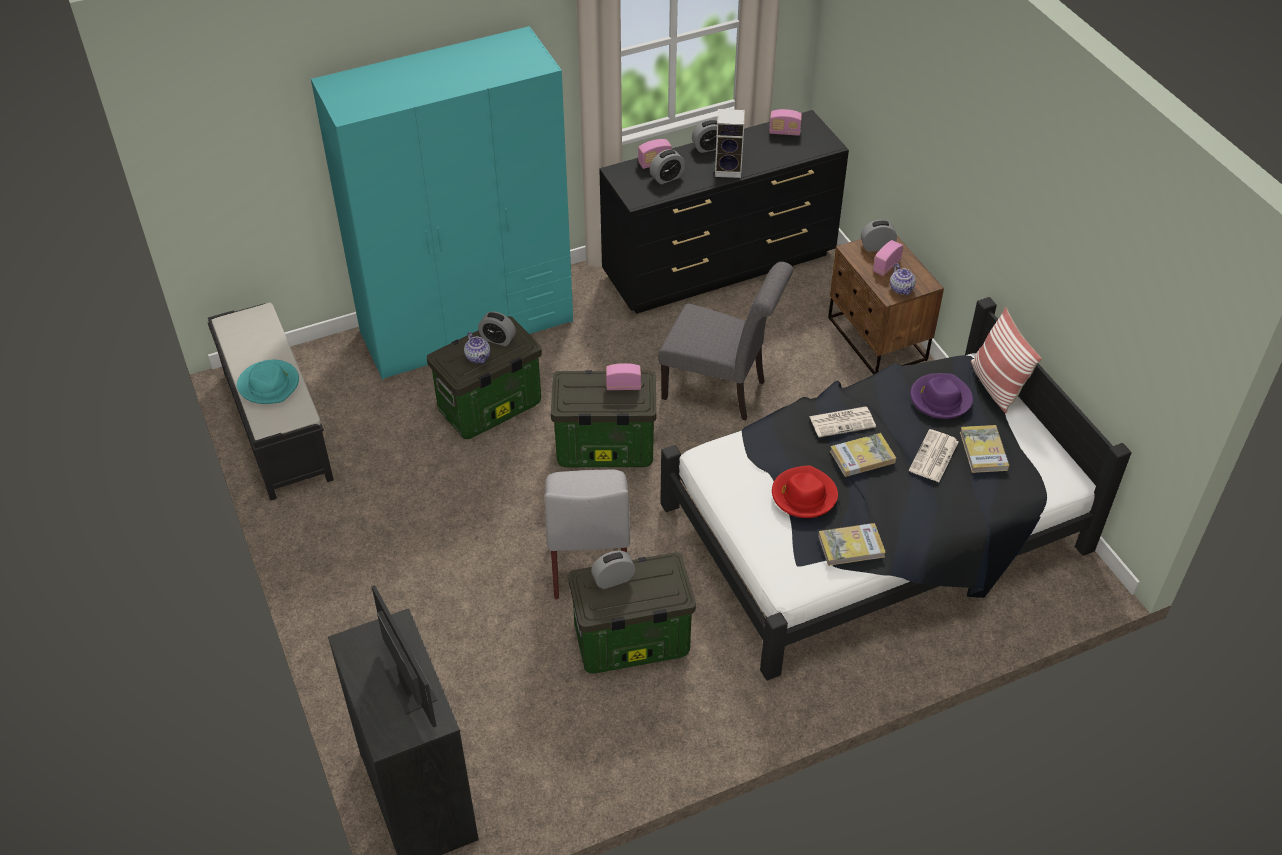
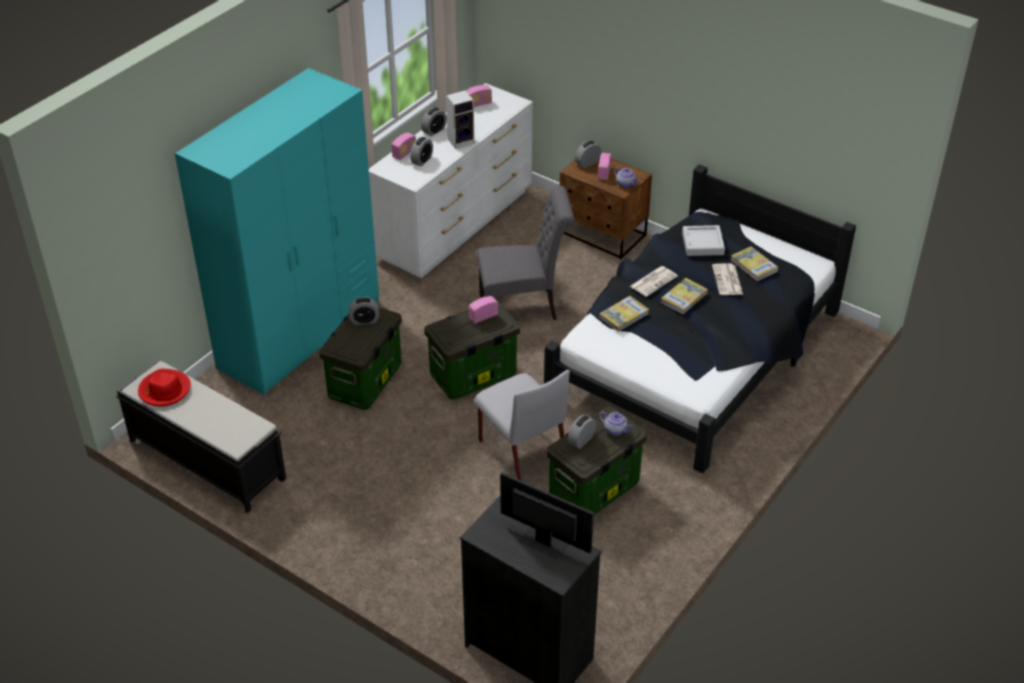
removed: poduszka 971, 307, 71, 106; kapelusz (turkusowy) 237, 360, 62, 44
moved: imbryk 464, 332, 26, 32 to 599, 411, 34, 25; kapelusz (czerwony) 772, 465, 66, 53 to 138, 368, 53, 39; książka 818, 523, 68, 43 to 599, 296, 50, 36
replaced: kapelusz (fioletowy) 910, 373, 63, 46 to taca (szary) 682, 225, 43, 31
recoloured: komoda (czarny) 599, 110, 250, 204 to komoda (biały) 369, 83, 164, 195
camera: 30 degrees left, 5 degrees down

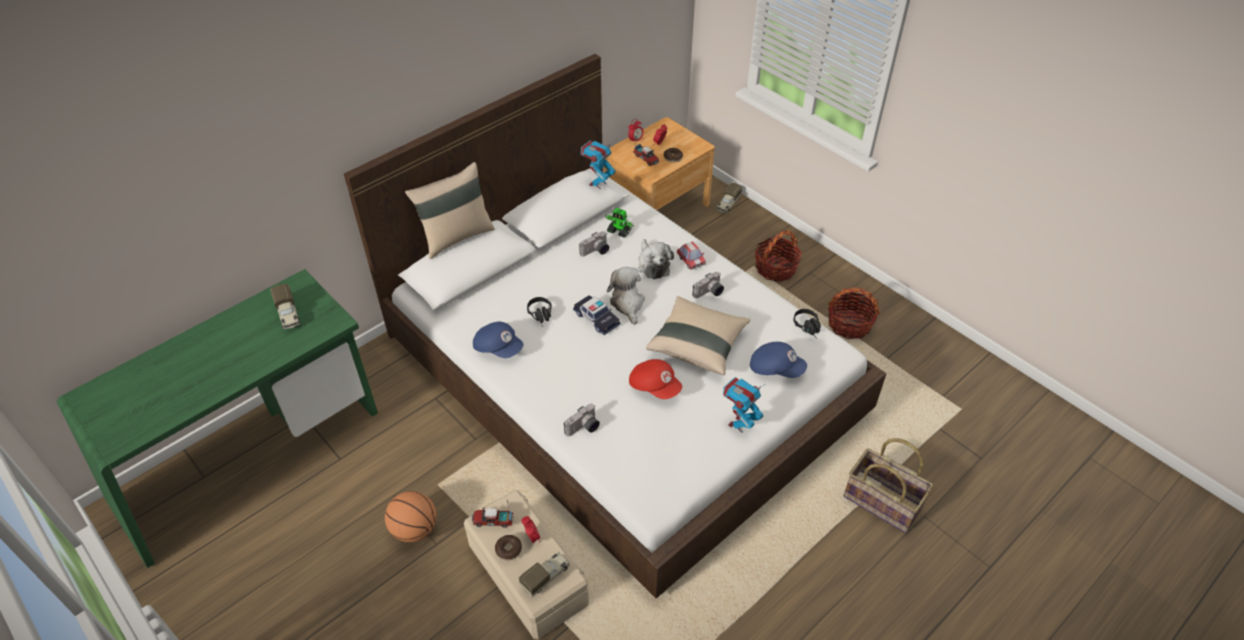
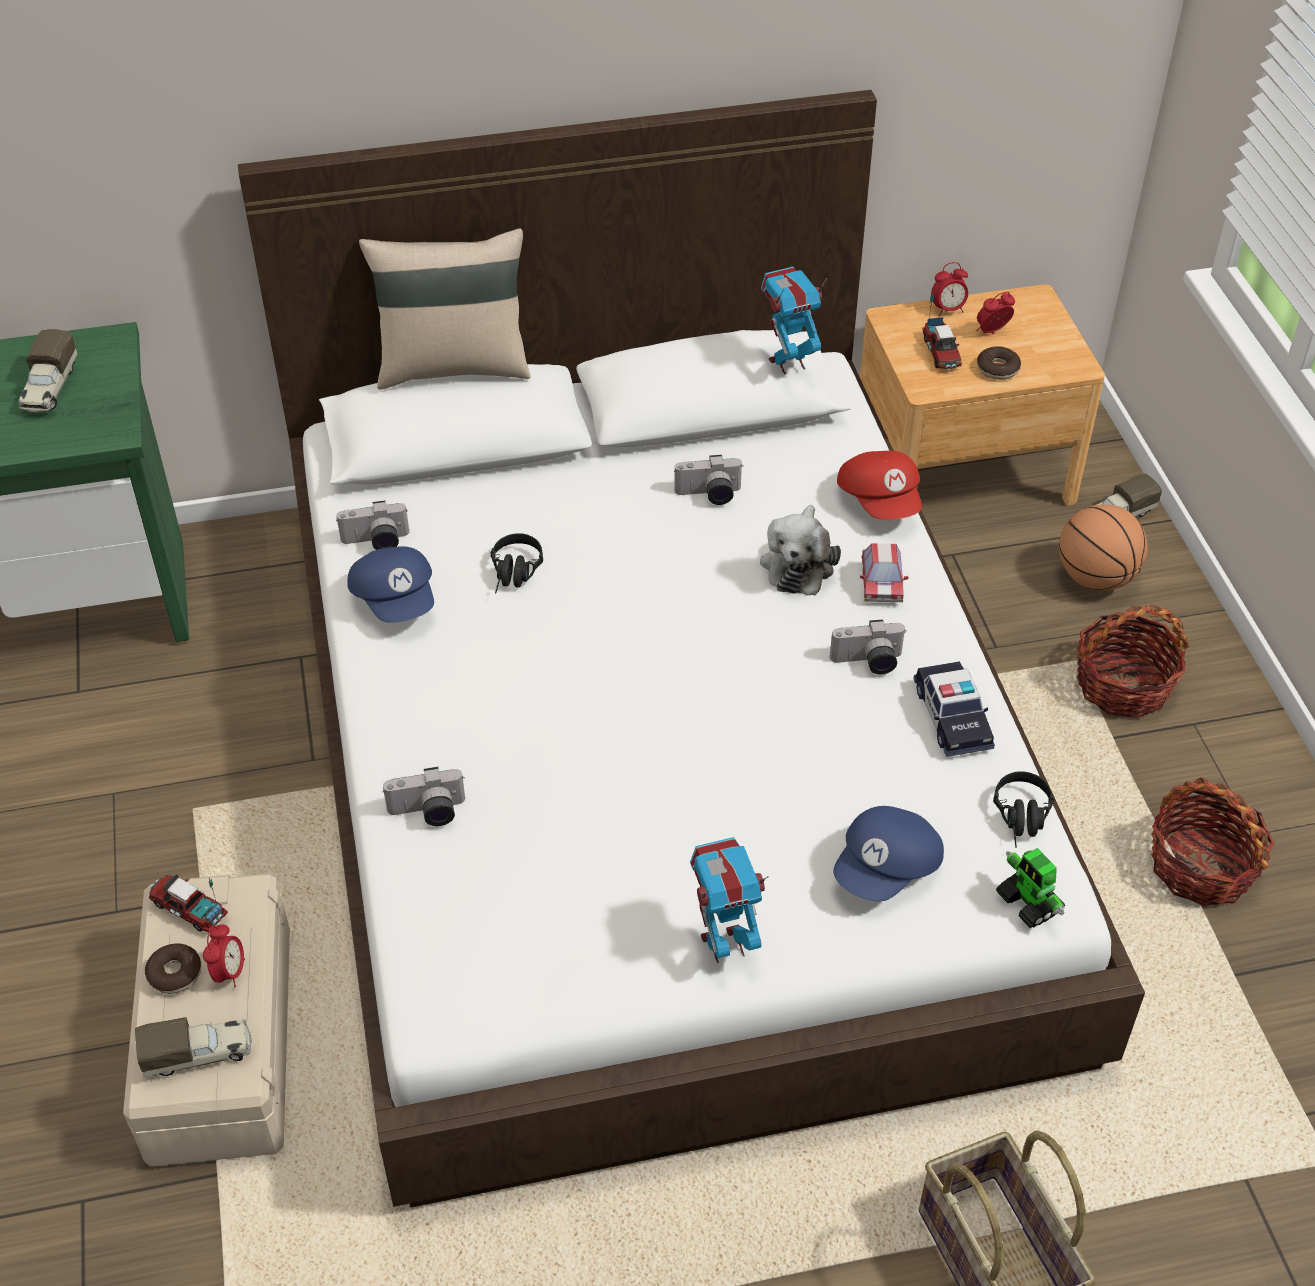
removed: pluszak 607, 267, 38, 58; poduszka (beżowy) 646, 296, 105, 79
added: aparat fotograficzny 336, 501, 73, 49
moved: robot zabawkowy 605, 208, 29, 29 to 996, 848, 69, 80; samochodzik 573, 295, 47, 40 to 913, 661, 82, 96; czapka z daszkiem (czerwony) 629, 359, 53, 40 to 837, 451, 85, 69; piłka do koszykówki 385, 491, 52, 51 to 1059, 504, 89, 86
turned: czapka z daszkiem (niebieski) 750, 342, 57, 36 = 833, 806, 111, 95 75 degrees clockwise
camera: 30 degrees right, 0 degrees up

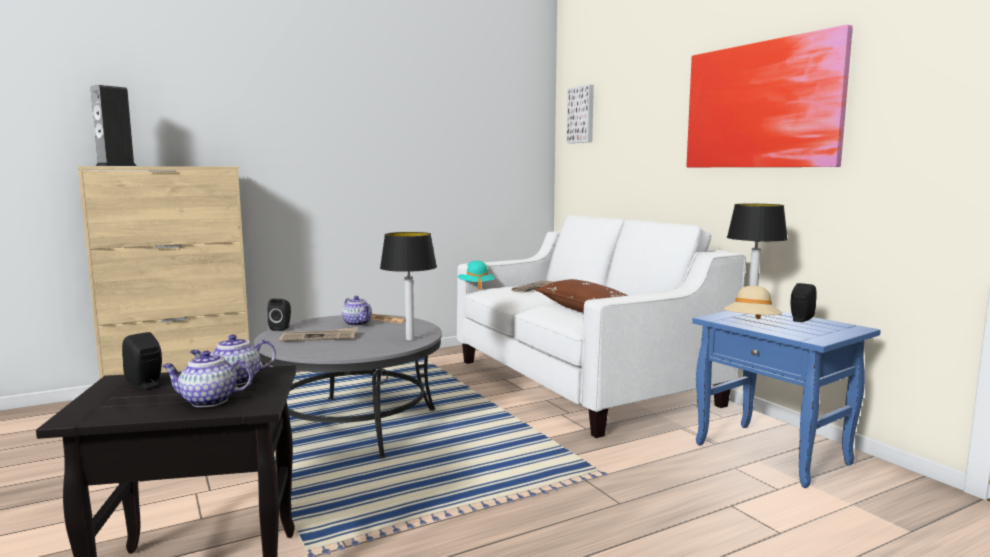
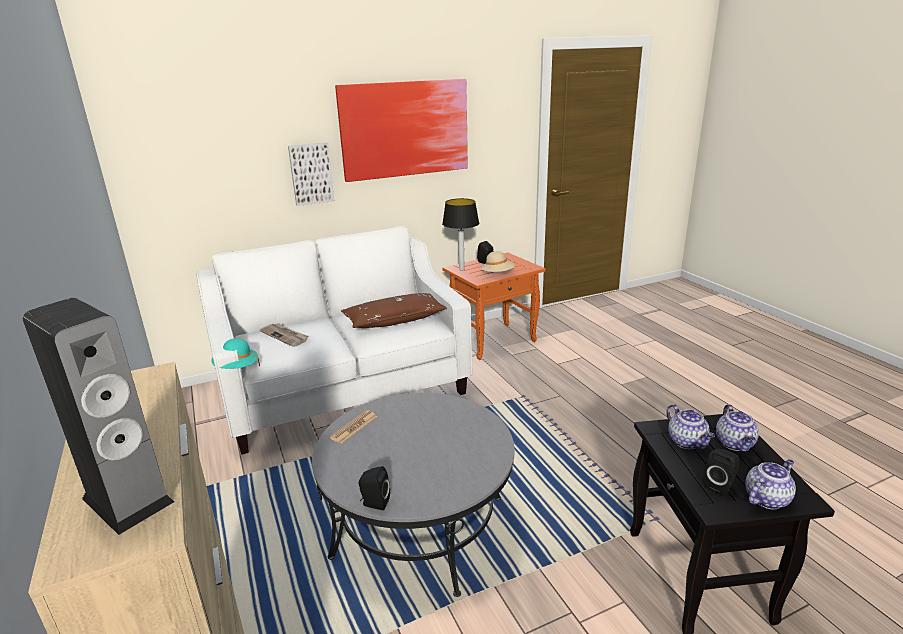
removed: lampa stołowa 380, 232, 57, 109; gazeta 279, 327, 79, 15
moved: obraz 567, 85, 27, 58 to 288, 142, 47, 64; imbryk 342, 296, 30, 30 to 745, 459, 51, 51
recoloured: stolik (niebieski) 692, 311, 189, 177 to stolik (pomarańczowy) 443, 252, 102, 108
camera: 85 degrees left, 15 degrees up

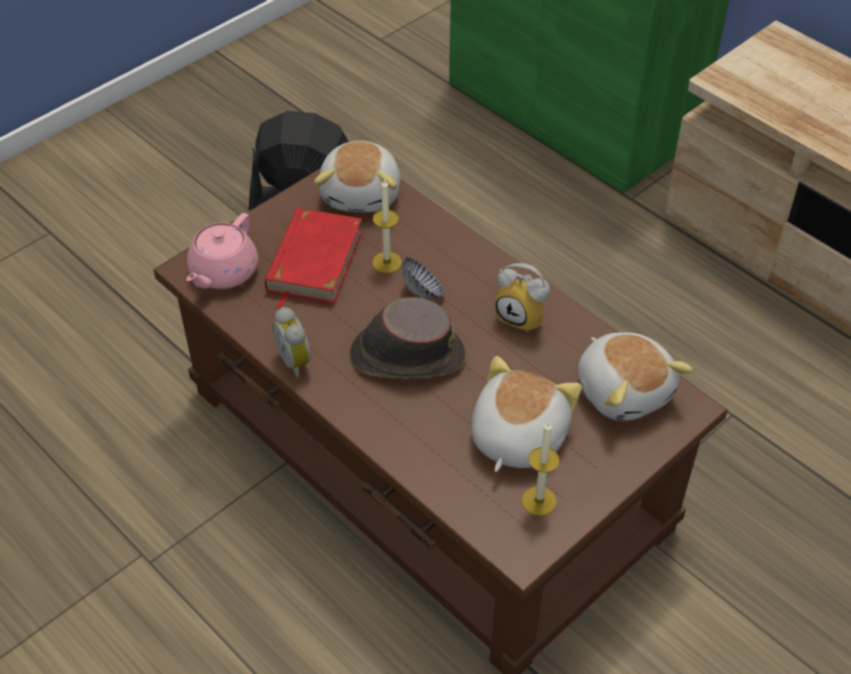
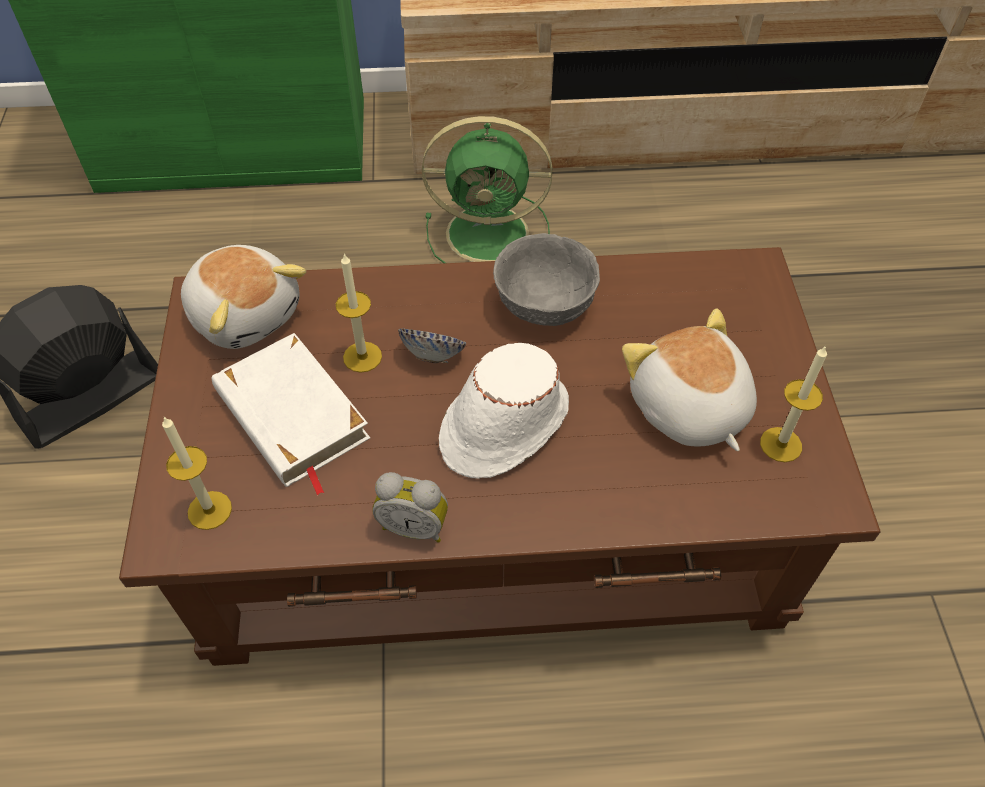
removed: pluszak 578, 332, 115, 89
added: wentylator (zielony) 422, 116, 130, 147
replaced: imbryk (różowy) 186, 213, 72, 76 to świeca 162, 417, 70, 113; budzik 495, 263, 55, 70 to miska (szary) 493, 233, 107, 93
recoloured: książka (czerwony) 265, 208, 97, 101 to książka (biały) 212, 333, 158, 163; kapelusz (brązowy) 350, 297, 116, 82 to kapelusz (biały) 439, 343, 130, 136
camera: 50 degrees left, 5 degrees up

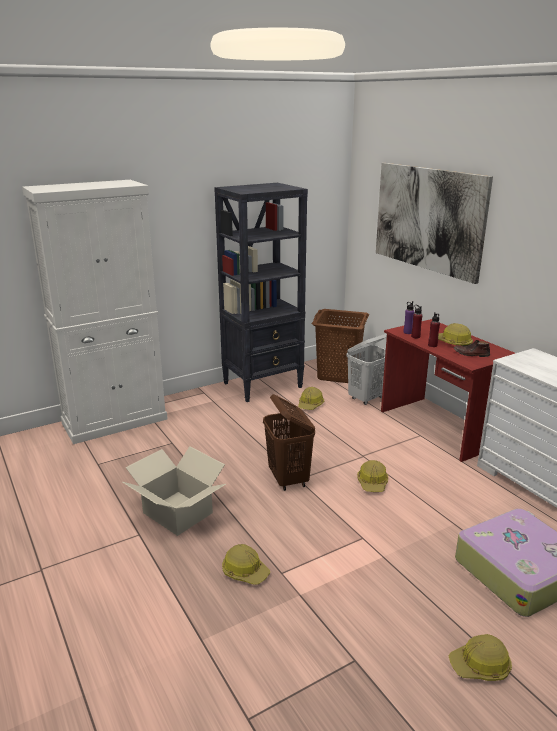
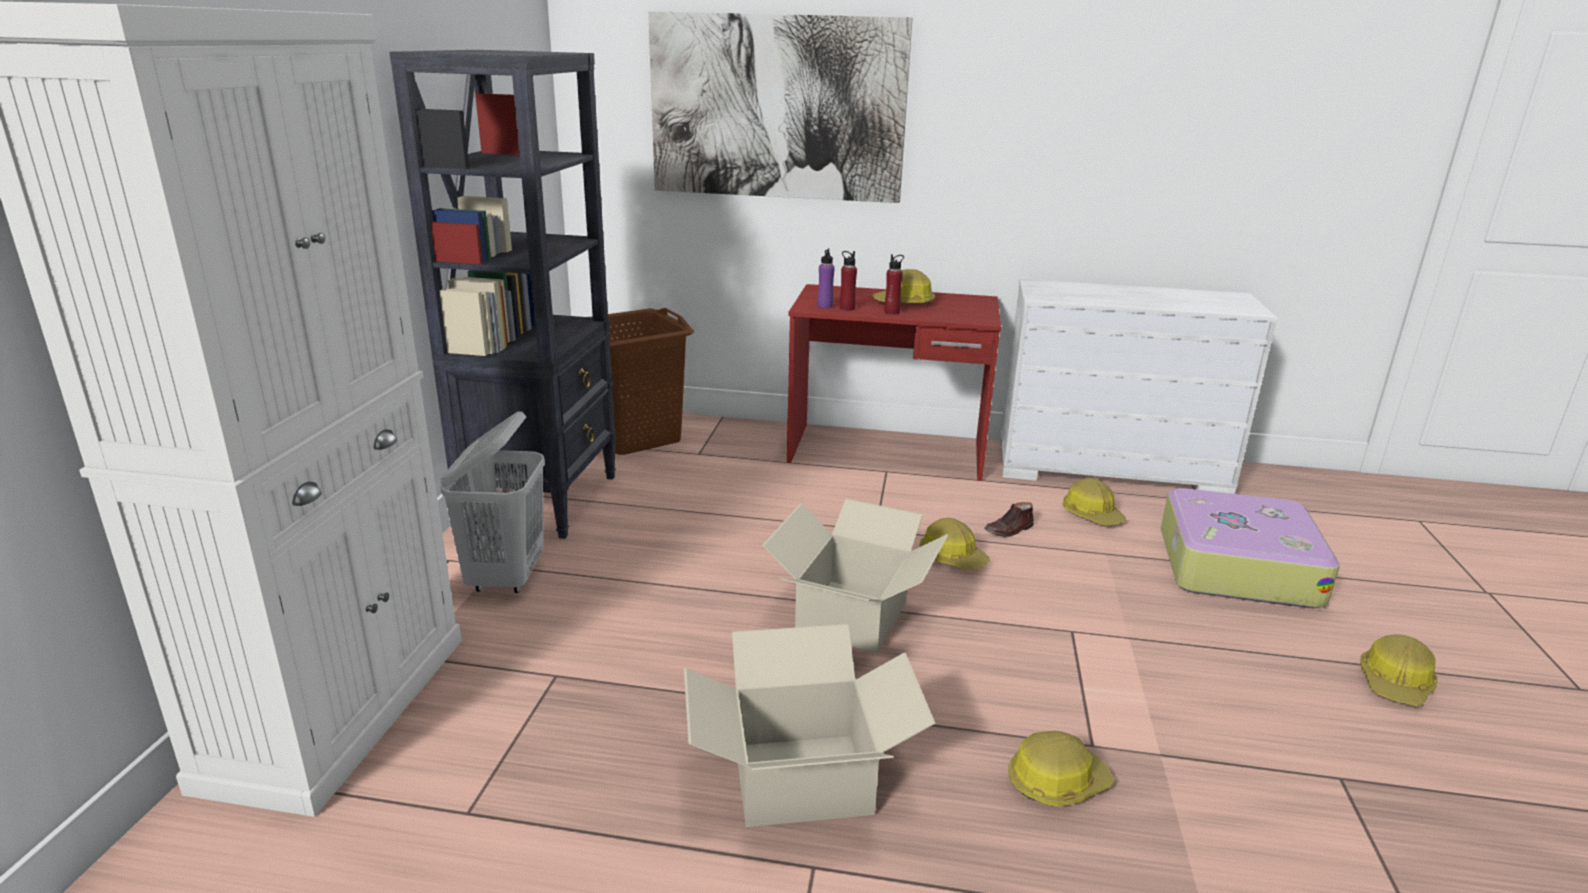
moved: kosz na pranie (biały) 347, 334, 40, 71 to 440, 411, 105, 182; but (brązowy) 454, 340, 36, 17 to 984, 502, 50, 35; kask 298, 387, 26, 23 to 1063, 478, 63, 47
replaced: kosz na pranie (brązowy) 263, 394, 52, 97 to karton 762, 499, 186, 154
camera: 50 degrees left, 0 degrees up

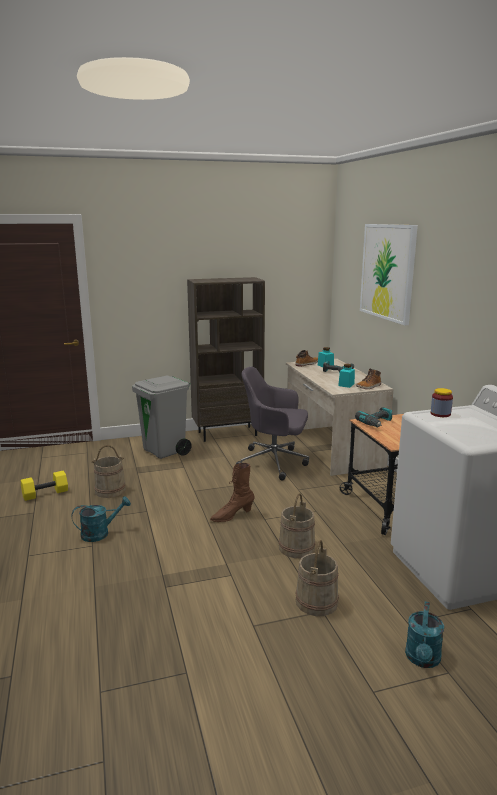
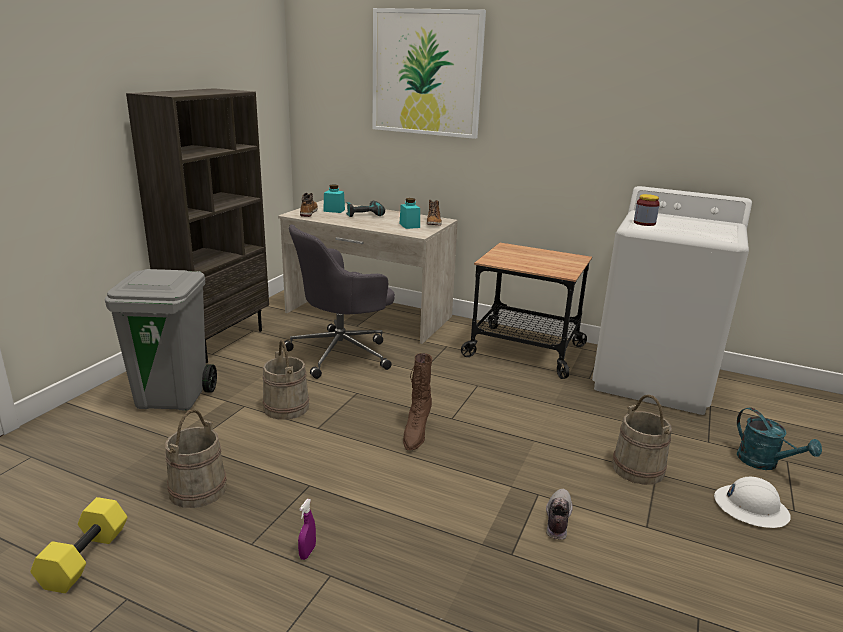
removed: wiertarka 355, 407, 37, 20
added: kask (biały) 714, 477, 77, 51; but 546, 489, 27, 51
moved: wiadro (beżowy) 279, 493, 37, 65 to 263, 340, 46, 80
replaced: konewka (turkusowy) 71, 496, 60, 46 to spryskiwacz (fioletowy) 298, 499, 18, 61
camera: 50 degrees left, 5 degrees up

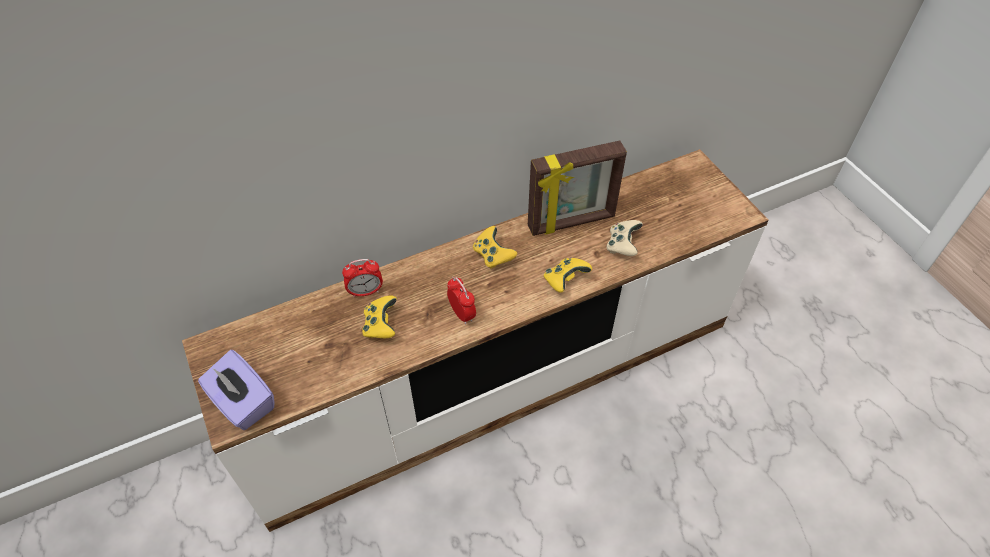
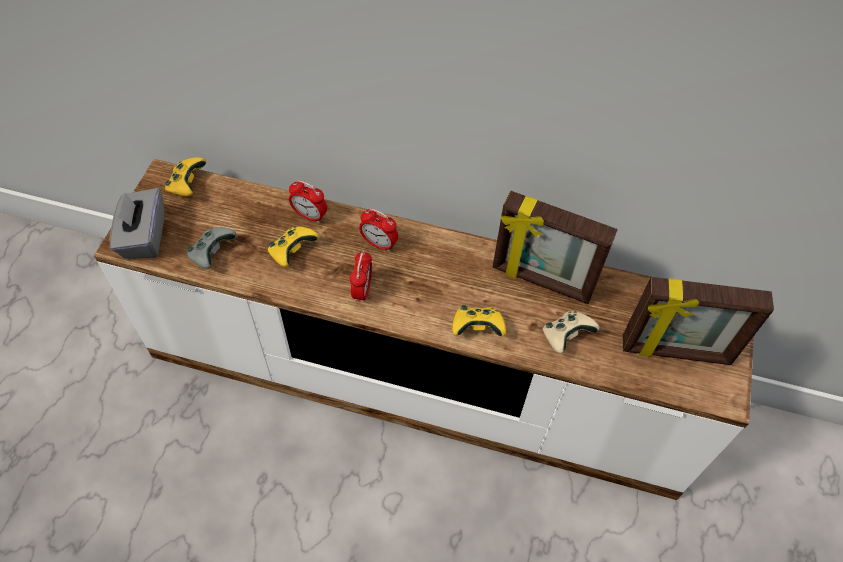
added: budzik 359, 209, 39, 43; pad do gier (szary) 187, 227, 50, 42; ramka na zdjęcie 623, 277, 151, 88
moved: pad do gier (żółty) 473, 226, 44, 43 to 165, 157, 41, 39
recoloured: pudełko chusteczek (fioletowy) 198, 350, 77, 80 to pudełko chusteczek (szary) 110, 188, 55, 70
camera: 40 degrees right, 5 degrees up

